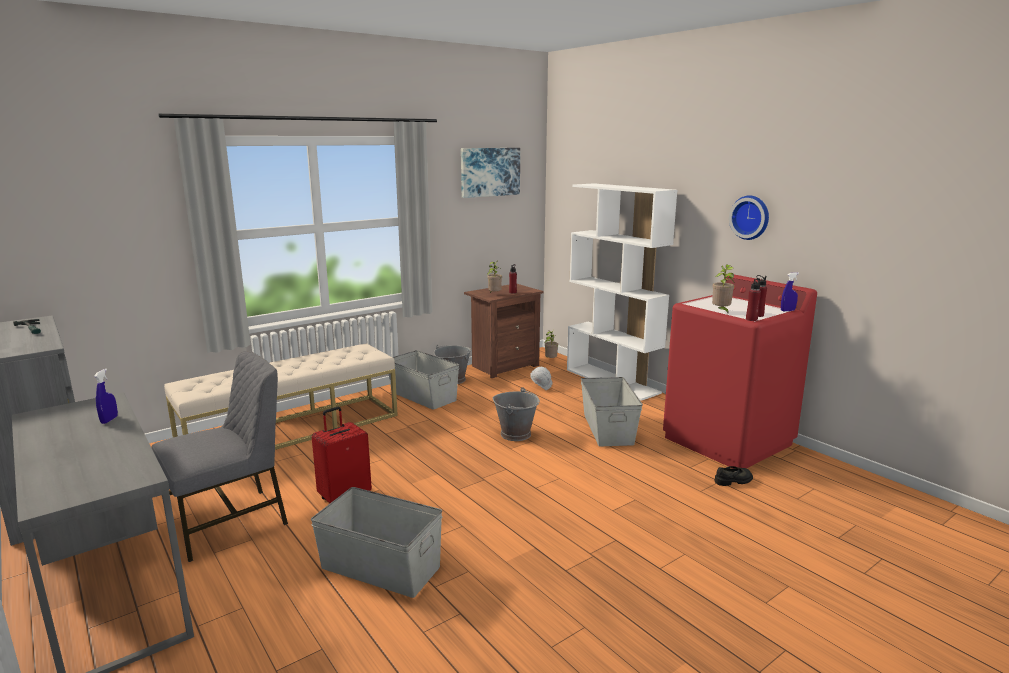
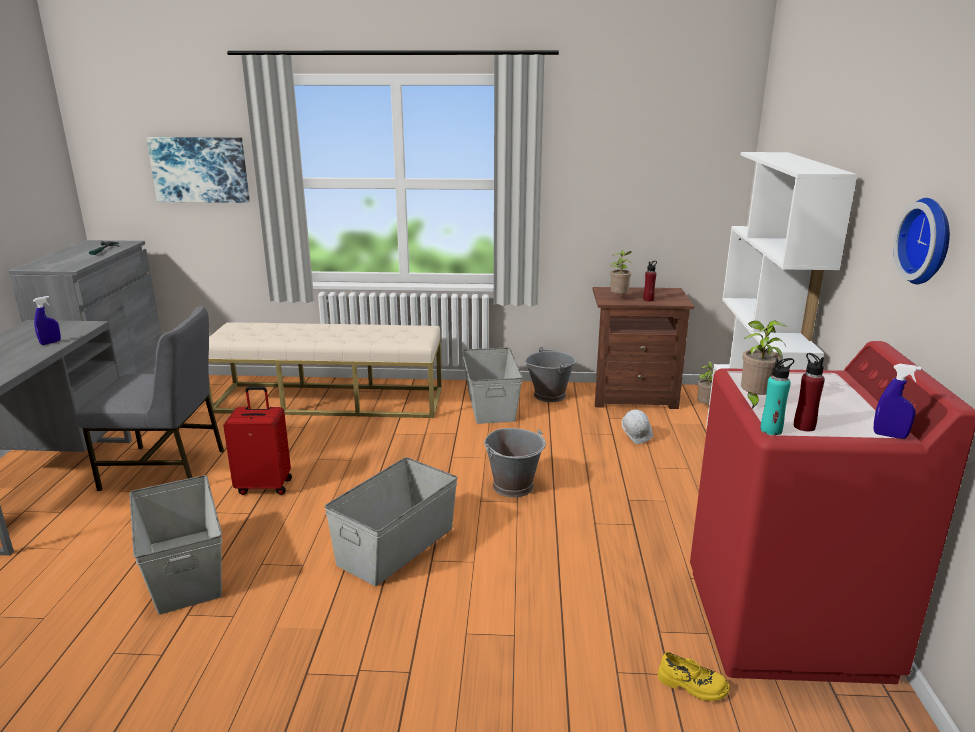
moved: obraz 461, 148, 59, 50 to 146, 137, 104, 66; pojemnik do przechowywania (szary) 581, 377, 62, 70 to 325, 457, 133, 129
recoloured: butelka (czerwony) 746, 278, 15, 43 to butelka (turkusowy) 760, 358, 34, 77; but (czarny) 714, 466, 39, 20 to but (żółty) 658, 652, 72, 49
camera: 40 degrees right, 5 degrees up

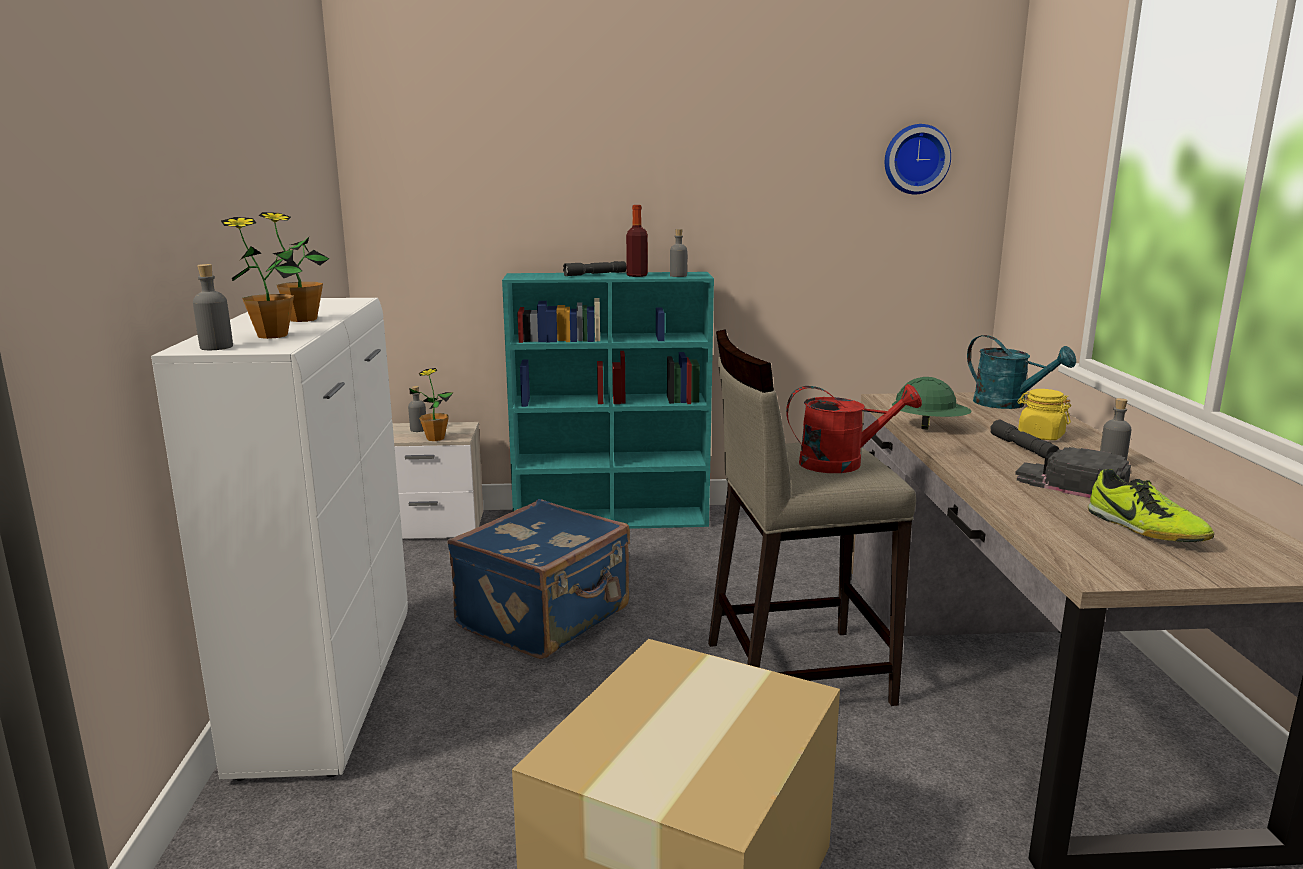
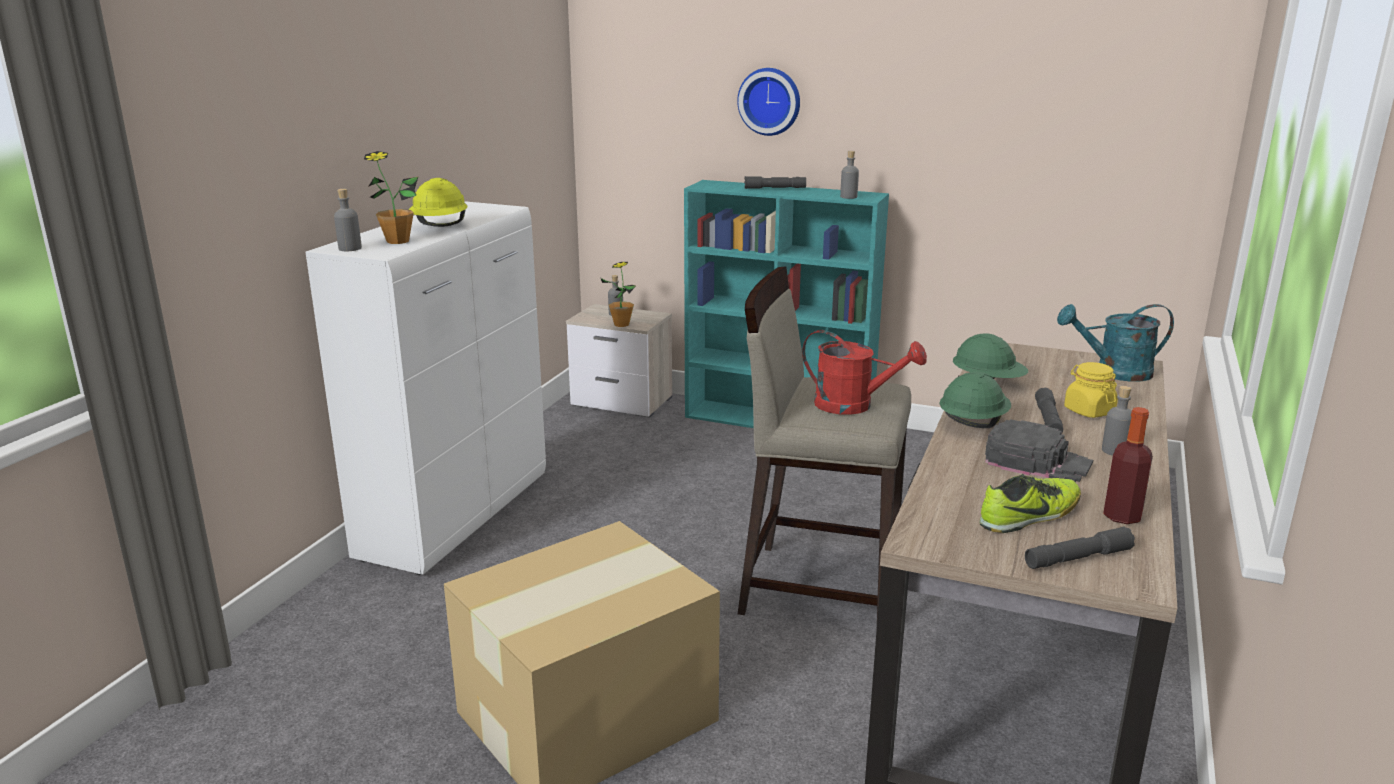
removed: walizka (niebieski) 447, 499, 183, 160
added: kask (zielony) 939, 371, 72, 57; latarka (szary) 1025, 526, 110, 43
moved: zegar ścienny 885, 124, 66, 70 to 737, 68, 63, 68; butelka 626, 205, 22, 72 to 1103, 407, 50, 117
replaced: roślina doniczkowa 259, 212, 70, 110 to kask (żółty) 409, 178, 59, 49
turned: konewka (turkusowy) 967, 335, 109, 74 = 1057, 304, 117, 78 105 degrees clockwise; czapka z daszkiem (czarny) 1015, 447, 116, 51 = 985, 419, 108, 63 150 degrees clockwise; but 1088, 469, 126, 73 = 979, 474, 102, 59 120 degrees counterclockwise
camera: 25 degrees right, 5 degrees up

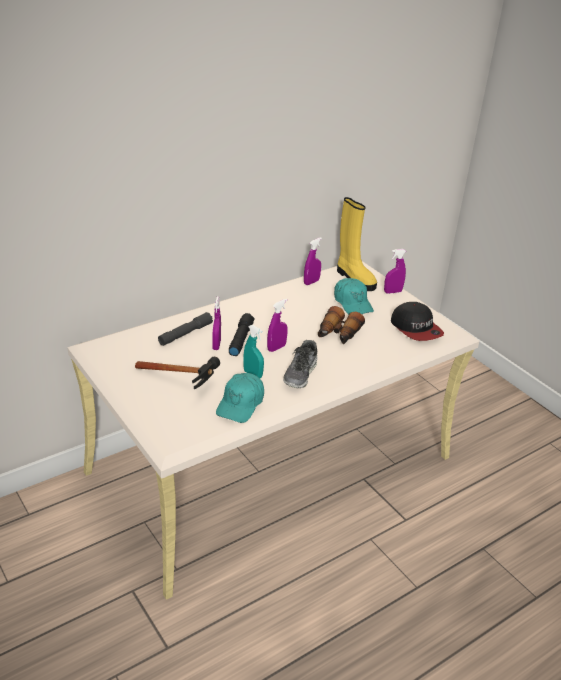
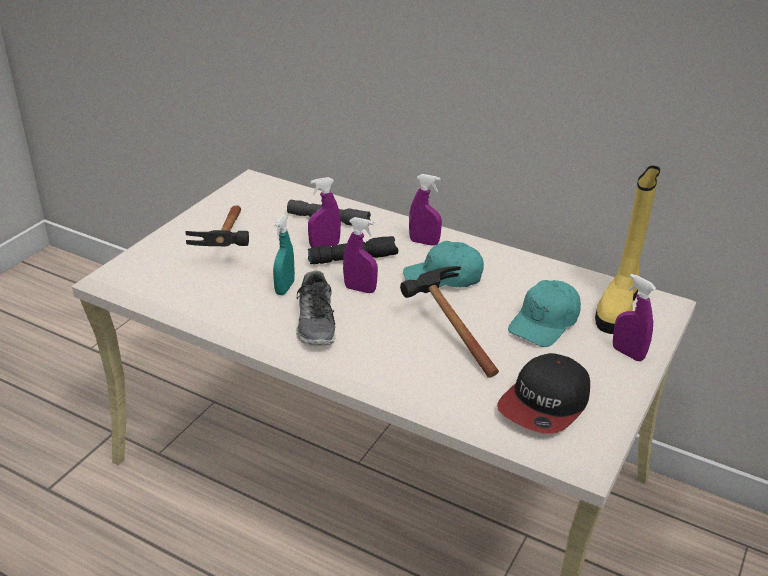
moved: spryskiwacz (fioletowy) 304, 238, 18, 47 to 409, 174, 33, 72; czapka z daszkiem (turkusowy) 216, 373, 48, 50 to 403, 241, 81, 46
replaced: lornetka 318, 306, 47, 38 to młotek 400, 266, 99, 112
turned: but 283, 340, 35, 48 = 296, 271, 40, 75 90 degrees counterclockwise
camera: 65 degrees right, 0 degrees up

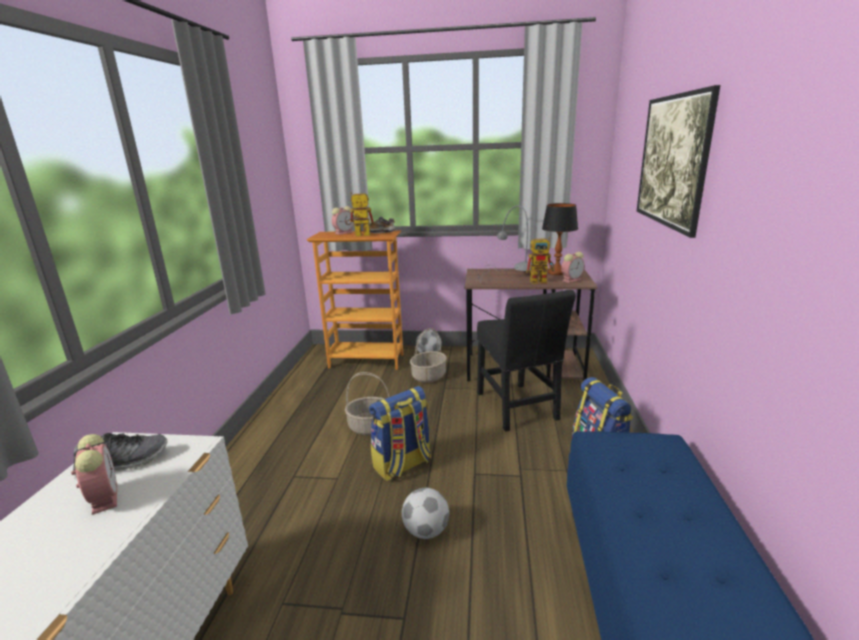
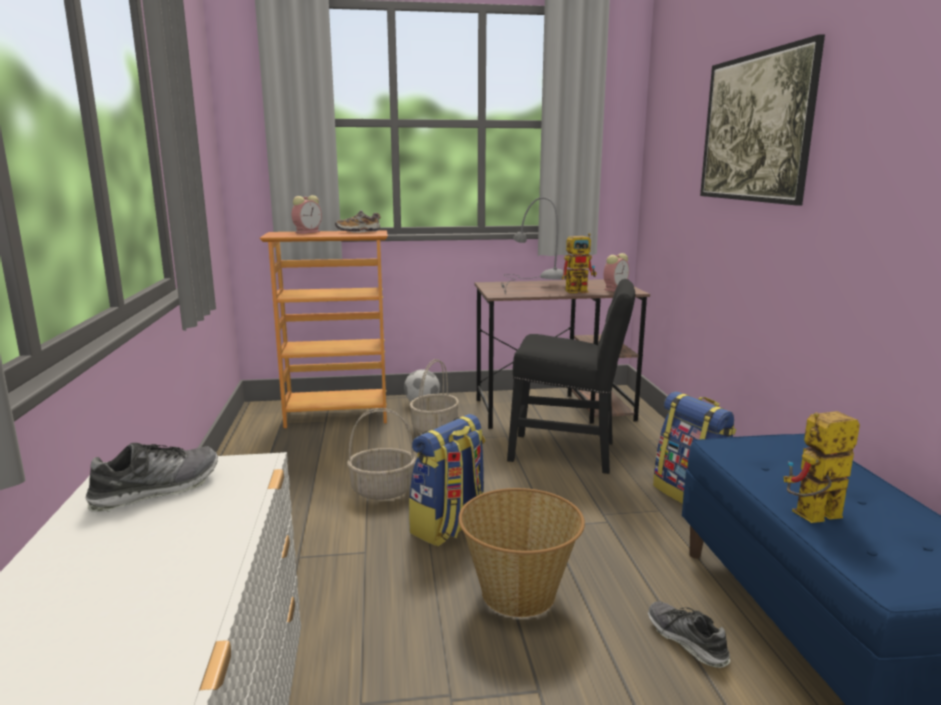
removed: lampa stołowa 542, 203, 36, 72; budzik 71, 434, 46, 81
added: but 648, 601, 82, 67
moved: robot zabawkowy 345, 192, 30, 45 to 783, 411, 77, 112
replaced: piłka futbolowa 402, 488, 47, 51 to koszyk 458, 488, 127, 129
turned: krzesło (czarny) 477, 290, 99, 142 = 507, 279, 128, 195 45 degrees counterclockwise
camera: 15 degrees left, 5 degrees down

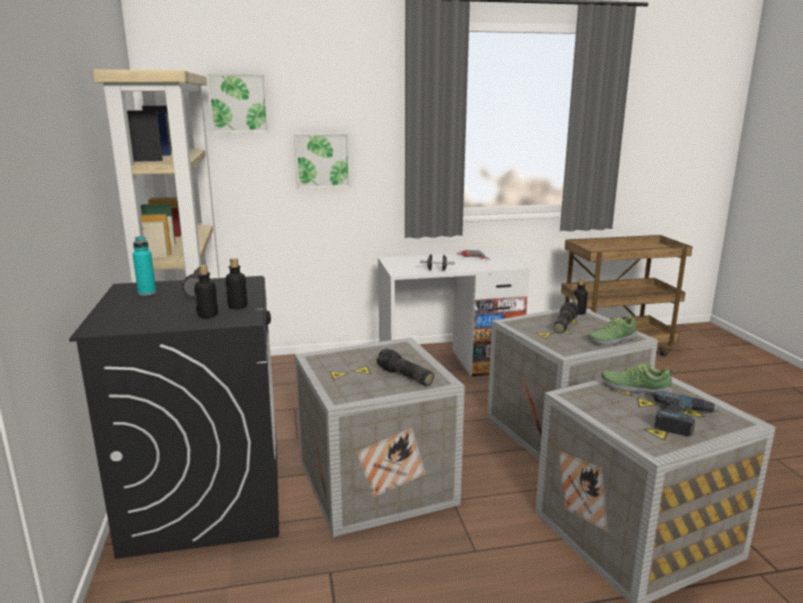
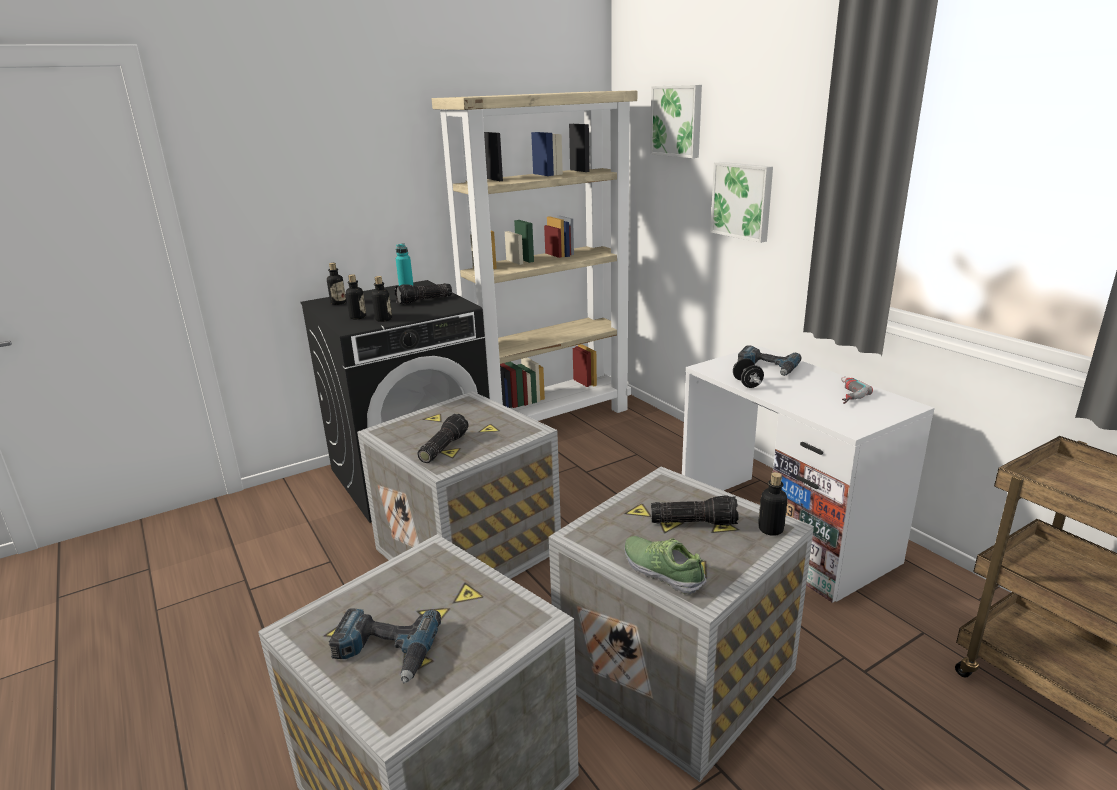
removed: but 601, 363, 73, 33
added: butelka 327, 263, 19, 42; wiertarka 738, 345, 63, 31
camera: 70 degrees right, 5 degrees up

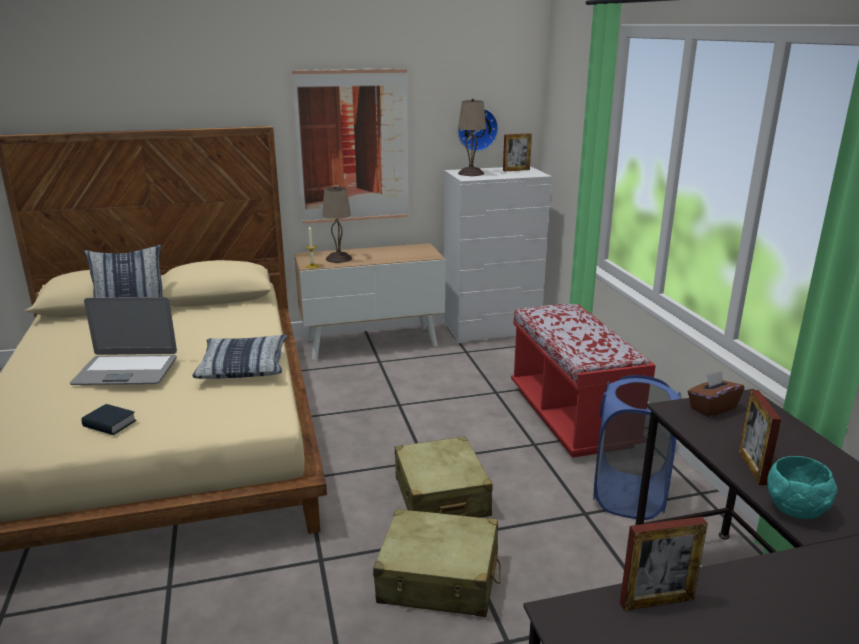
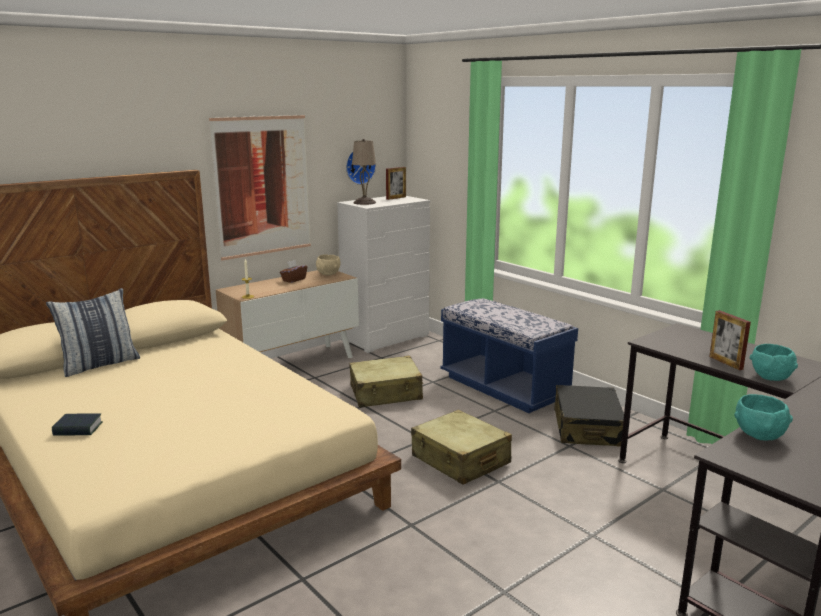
removed: lampa stołowa (beżowy) 322, 186, 30, 77; laptop 70, 297, 107, 88; poduszka 192, 335, 95, 44
added: miska (beżowy) 316, 254, 25, 21
moved: pudełko chusteczek (brązowy) 688, 370, 56, 47 to 280, 260, 27, 23; książka 81, 404, 56, 31 to 52, 413, 51, 23; walizka (beżowy) 373, 509, 128, 108 to 349, 356, 75, 52
replaced: kosz na pranie (niebieski) 593, 375, 88, 145 to walizka (czarny) 554, 385, 70, 62; ramka na zdjęcie 620, 517, 88, 94 to miska (turkusowy) 735, 394, 58, 47
recoloured: ławka (czerwony) 511, 304, 145, 154 to ławka (niebieski) 440, 298, 138, 115
camera: 25 degrees left, 5 degrees down

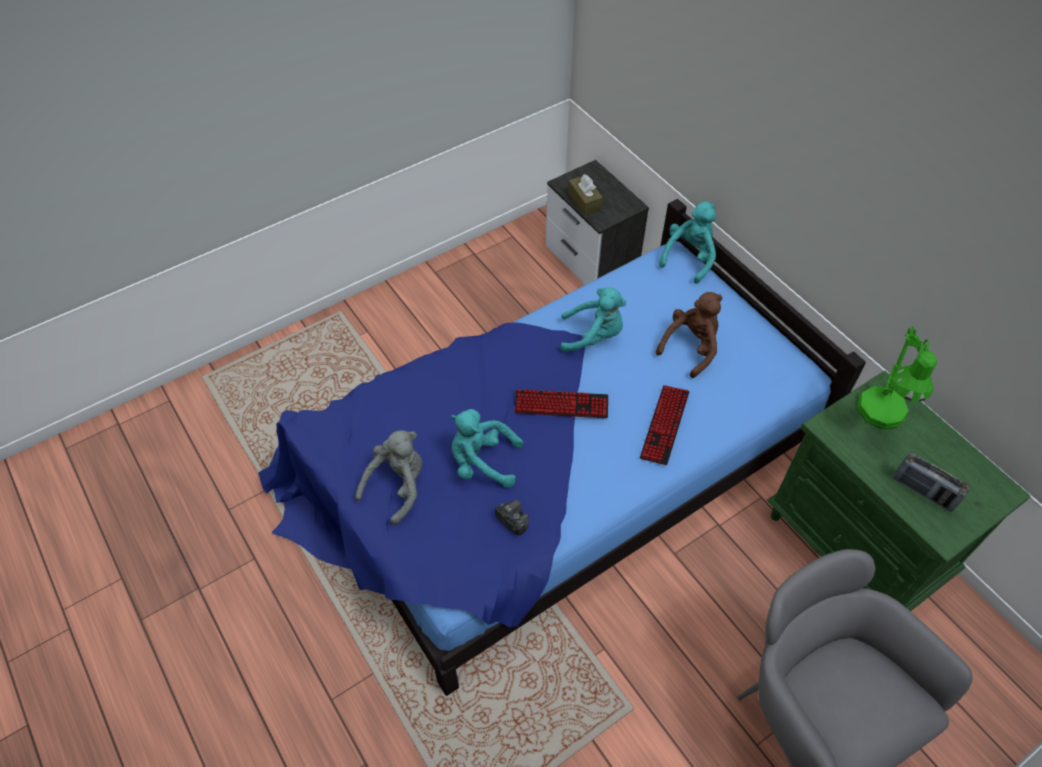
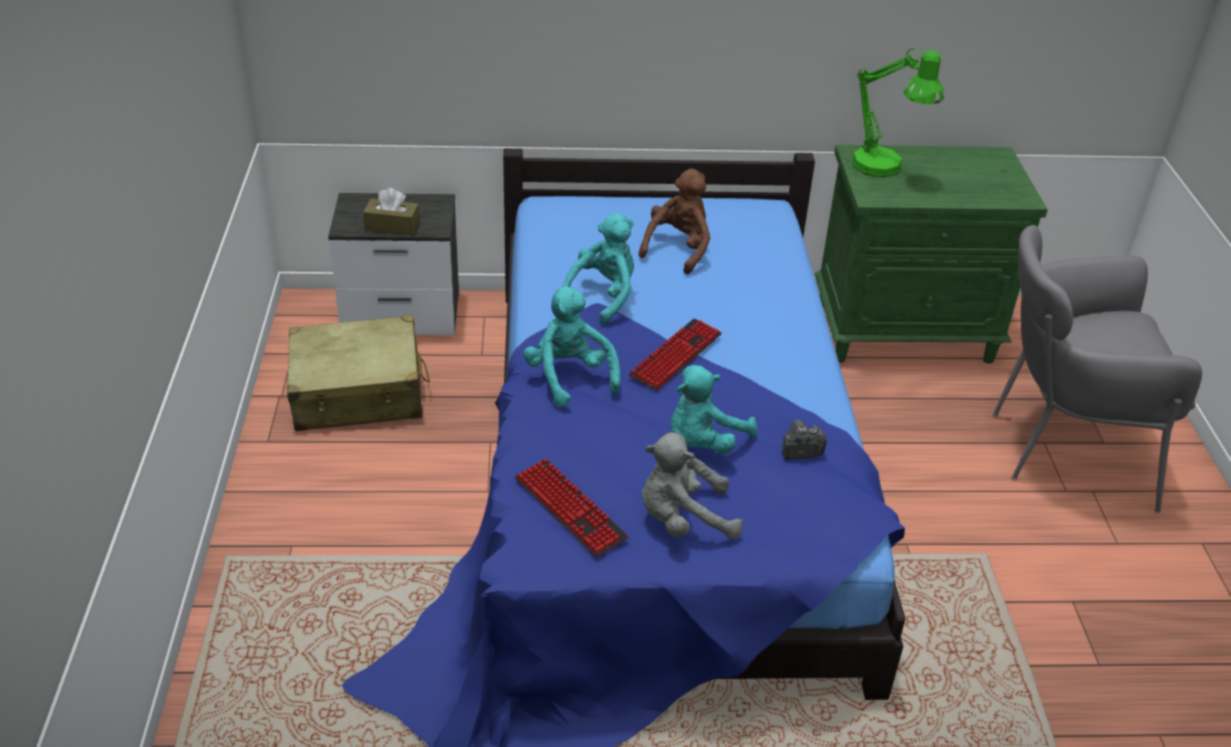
removed: radio 893, 452, 77, 60
added: walizka (beżowy) 287, 315, 143, 116
moved: pluszak (turkusowy) 659, 201, 57, 83 to 523, 286, 97, 122; klawiatura 640, 385, 50, 80 to 514, 458, 115, 99
turned: pluszak (brązowy) 656, 292, 66, 86 = 639, 168, 71, 106 45 degrees clockwise; pluszak (szary) 355, 430, 68, 95 = 642, 432, 101, 107 75 degrees counterclockwise
camera: 60 degrees left, 15 degrees down

